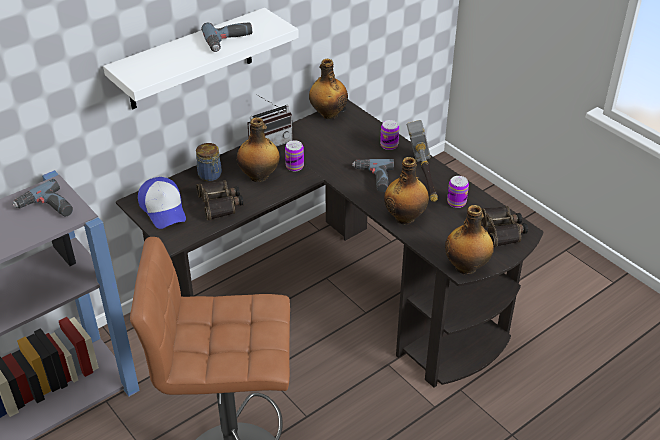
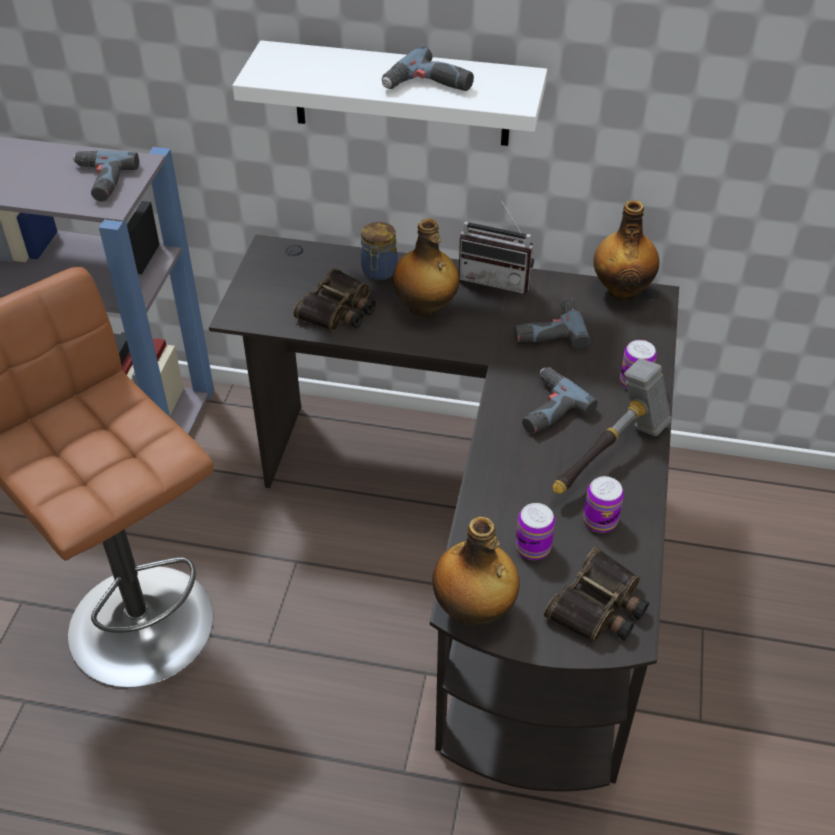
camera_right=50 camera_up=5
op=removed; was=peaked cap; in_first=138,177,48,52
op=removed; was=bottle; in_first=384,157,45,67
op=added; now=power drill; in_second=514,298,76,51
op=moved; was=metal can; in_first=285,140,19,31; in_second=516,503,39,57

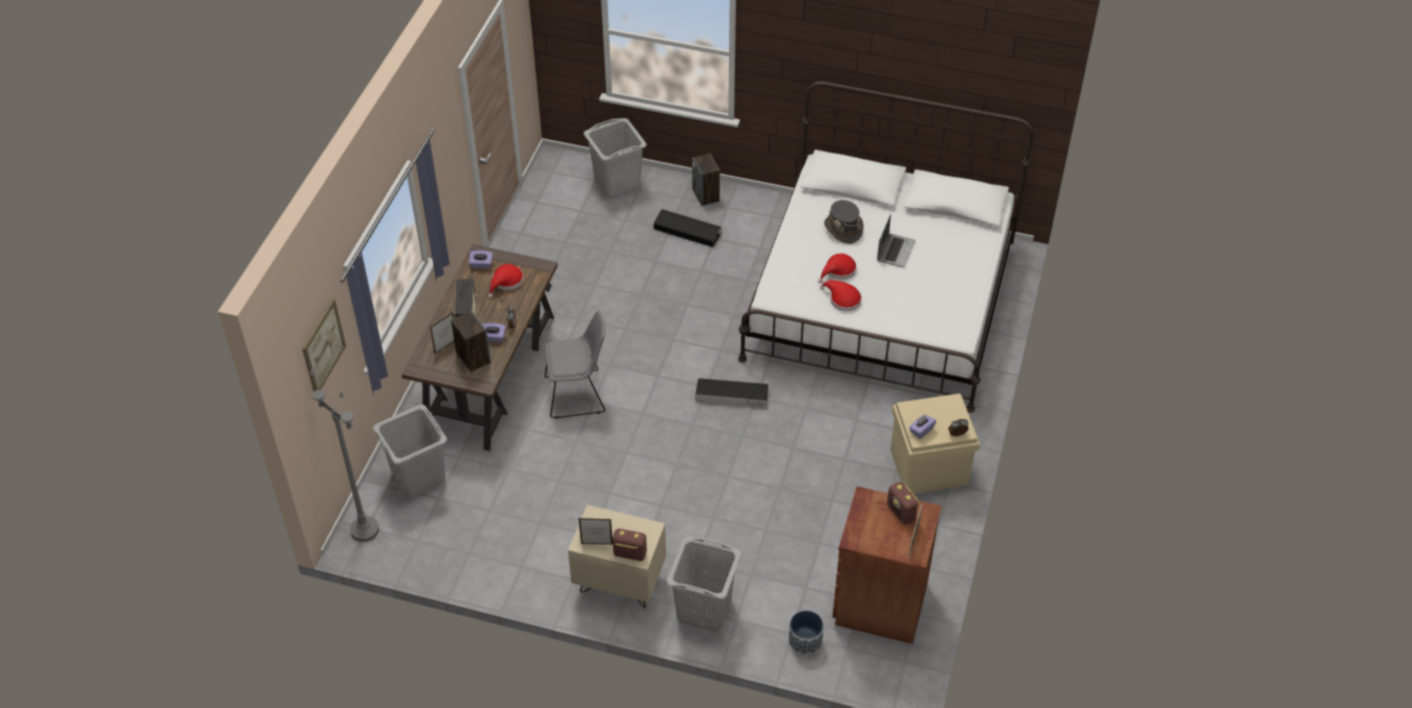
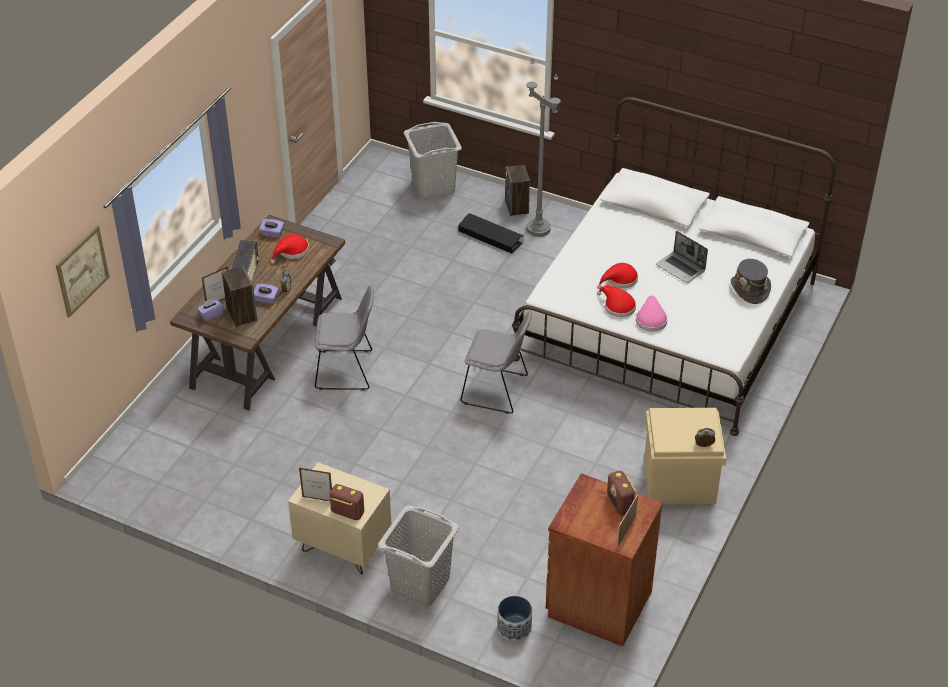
camera_right=10 camera_up=-5
op=removed; was=greyish laundry basket; in_first=373,405,74,93
op=added; now=pink wearable hat; in_second=636,295,31,37
op=moved; was=greyish standing lamp; in_first=310,369,69,173; in_second=526,58,35,179
op=moved; was=greyish wearable hat; in_first=824,200,40,44; in_second=731,259,40,45
op=moved; was=purple tissue box; in_first=909,414,27,25; in_second=197,298,27,23
op=replaced; was=black-coloured storage container; now=greyish chair; in_first=695,378,73,27; in_second=461,310,71,104
op=turned; was=notebook computer; in_first=877,215,38,52; in_second=656,231,52,52; clockwise=105

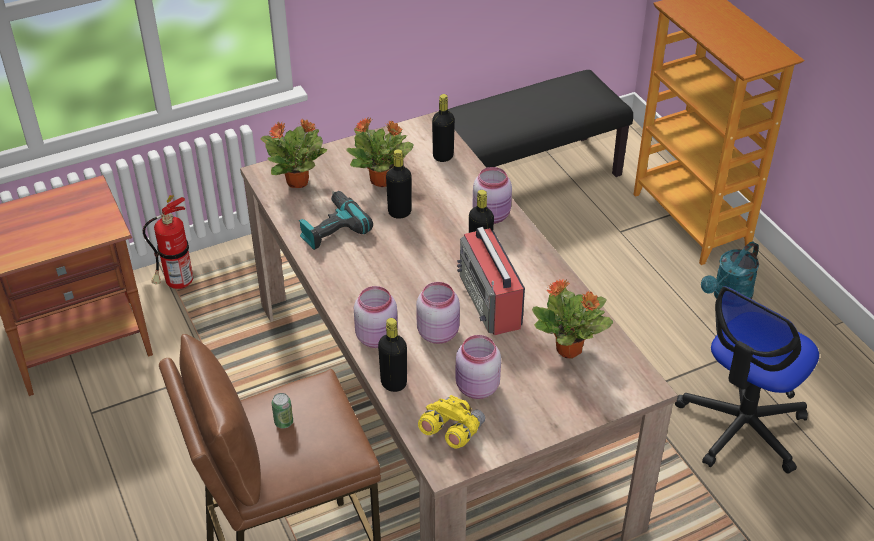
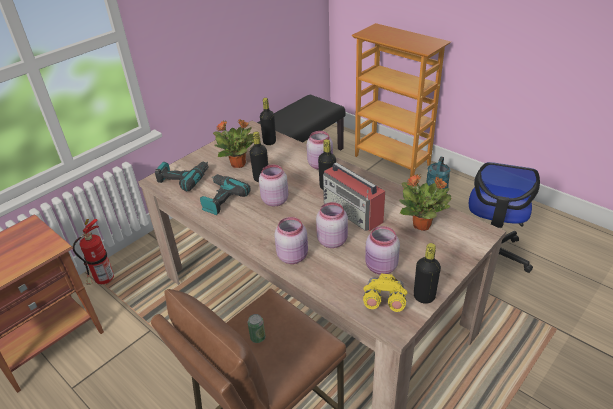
camera_right=-20 camera_up=-5
op=added; now=pink storage jar; in_second=259,165,29,41
op=moved; was=black-coloured bottle; in_first=378,318,29,74; in_second=414,243,27,61
op=replaced; was=plant in a pot; now=power drill; in_first=261,119,66,69; in_second=155,162,53,29

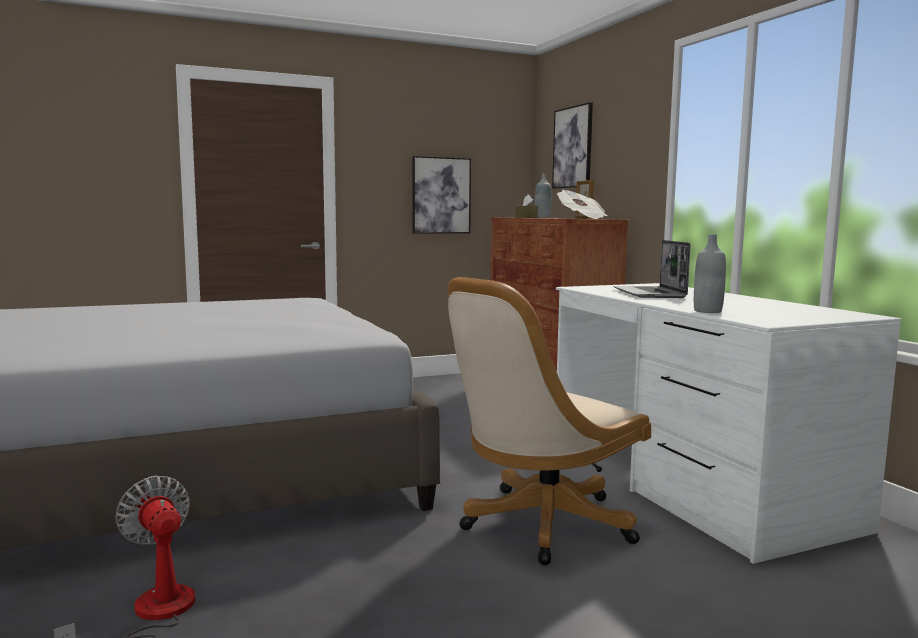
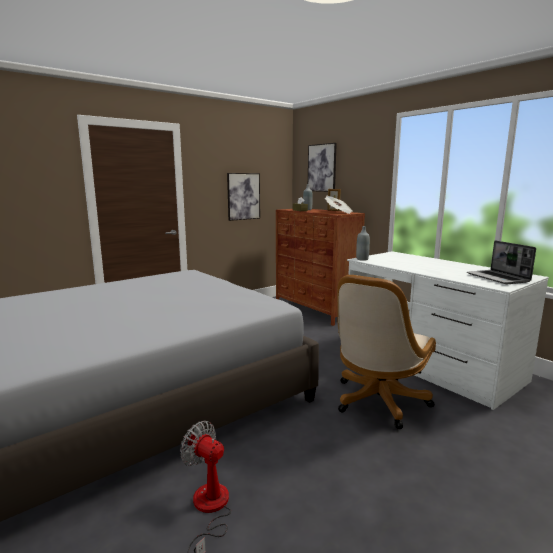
camera_right=-15 camera_up=5
op=moved; was=notebook computer; in_first=614,240,76,58; in_second=467,240,69,44
op=moved; was=greyish bottle; in_first=694,234,32,79; in_second=356,226,14,35

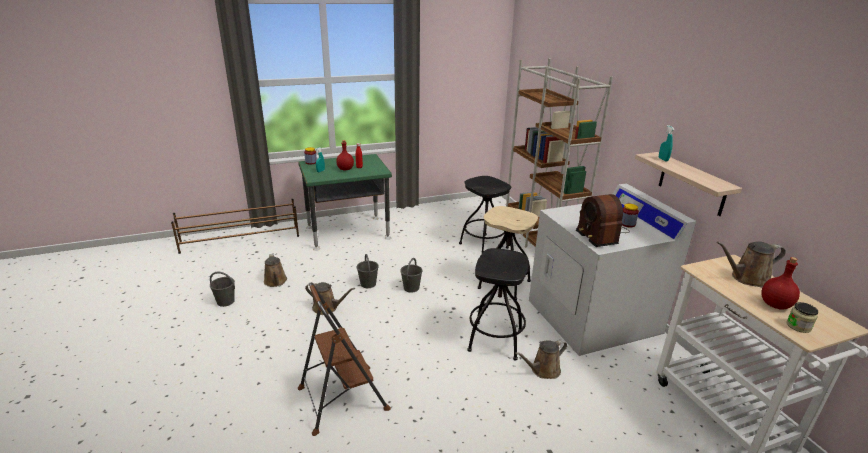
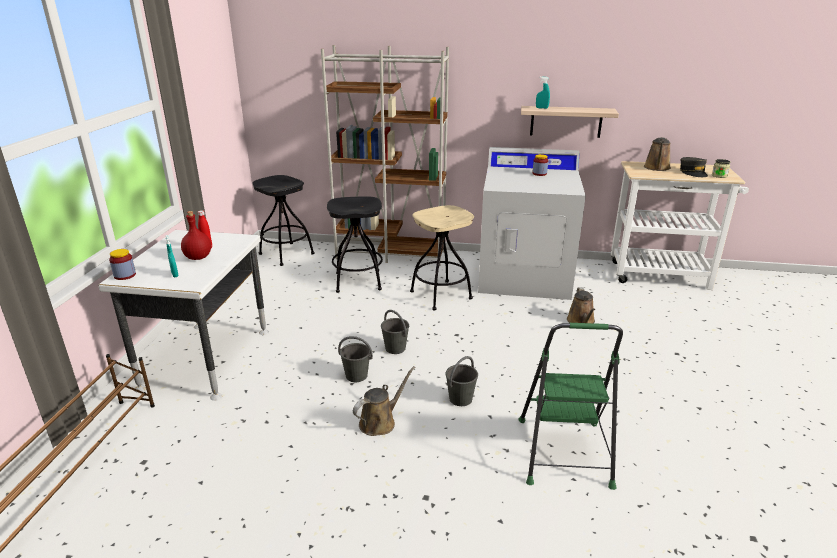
camera_right=-60 camera_up=0
op=removed; was=brown watering can; in_first=264,254,23,33
op=removed; was=radio; in_first=576,194,54,53
op=moved; was=greyish bucket; in_first=210,272,25,35; in_second=446,356,32,50
op=moved; was=black-coloured stool seat; in_first=467,248,62,113; in_second=252,175,63,91
op=replaced; was=red bottle; now=greyish peaked cap; in_first=761,257,39,53; in_second=680,157,28,20
op=recoloured; was=green desk table; now=whitish desk table; in_first=298,154,94,97; in_second=98,230,171,171
op=recoloured; was=brown stepladder; now=green stepladder; in_first=298,283,93,153; in_second=518,323,105,167

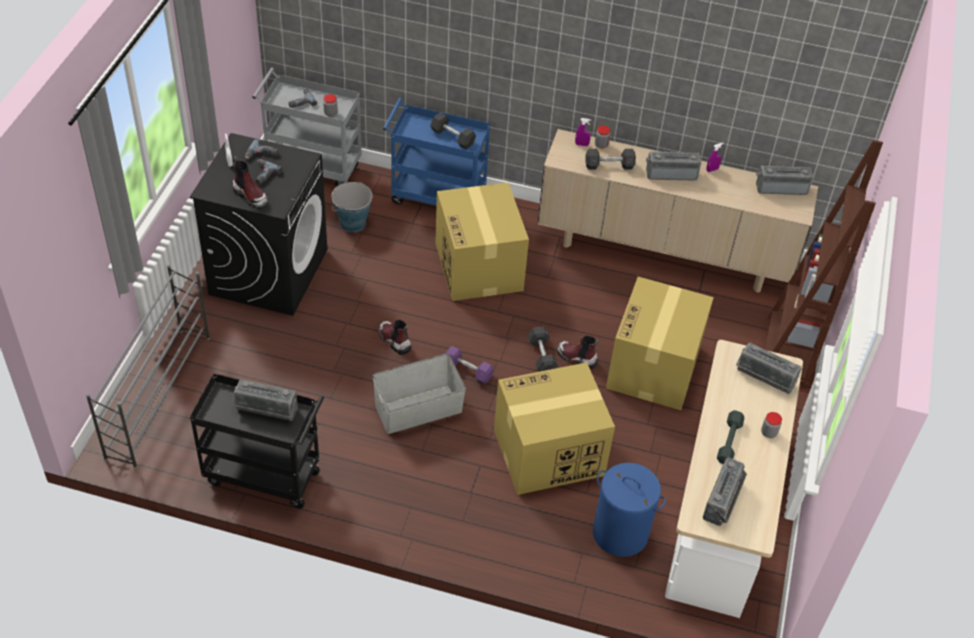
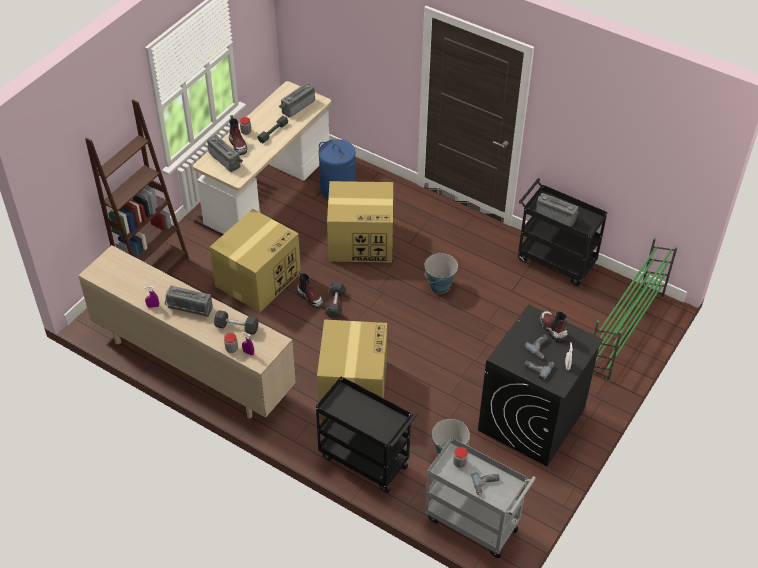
camera_right=-160 camera_up=0
op=removed; was=greyish hand weight; in_first=430,112,46,37
op=removed; was=purple hand weight; in_first=445,346,49,38
op=removed; was=radio; in_first=756,165,57,30
op=moved; was=high-top boot; in_first=378,319,33,36; in_second=229,115,18,40
op=replaced; was=greyish storage container; now=bucket; in_first=373,353,93,81; in_second=424,252,34,42
op=recoloured; was=greyish shoe rack; now=green shoe rack; in_first=86,264,124,205; in_second=593,237,84,145
op=recoloured; was=blue-coloured cart; now=black-coloured cart; in_first=383,98,107,108; in_second=316,377,103,116

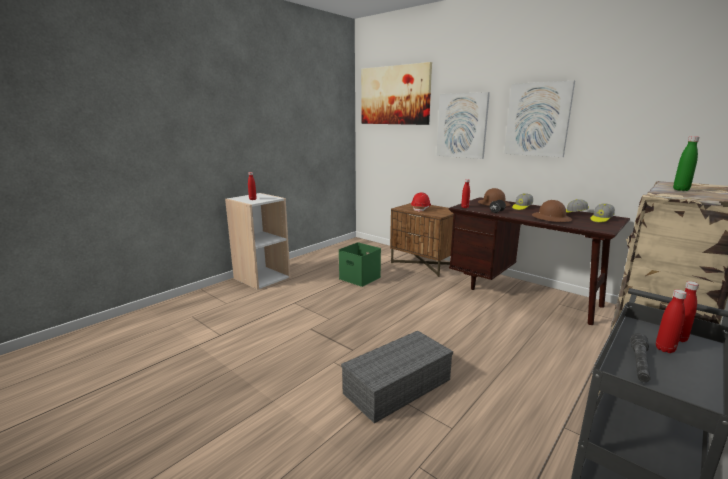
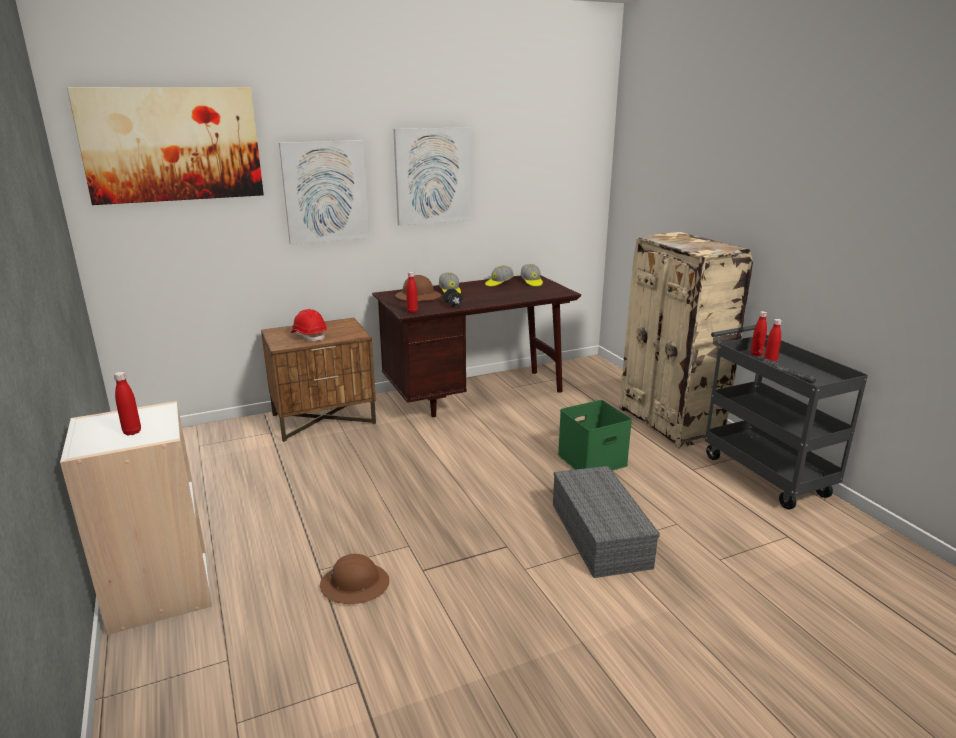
camera_right=-65 camera_up=5
op=removed; was=green bottle; in_first=673,136,26,55
op=moved; was=green storage container; in_first=339,242,42,45; in_second=558,400,74,71
op=moved; was=brown hard hat; in_first=532,200,40,22; in_second=320,554,69,50

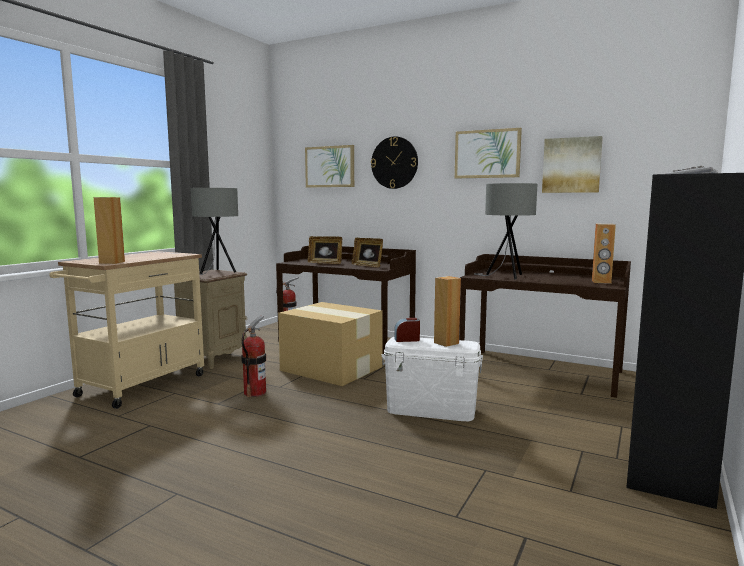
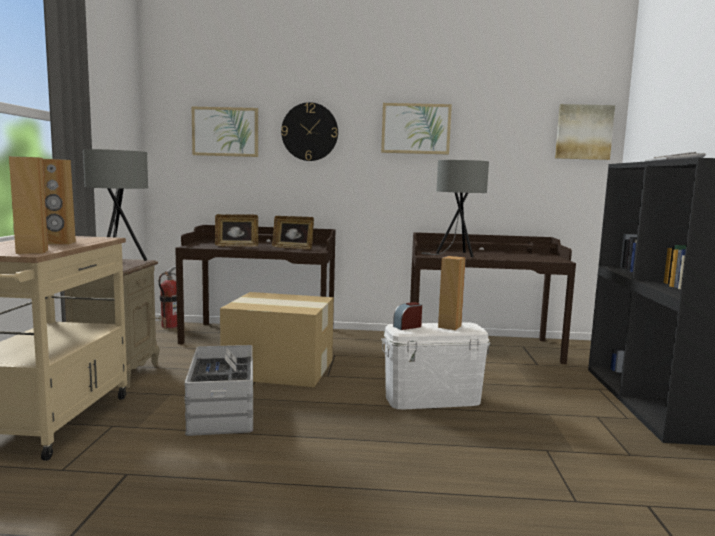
camera_right=-25 camera_up=0
op=moved; was=wall picture; in_first=542,136,61,57; in_second=555,104,60,56
op=moved; was=brown speaker; in_first=592,224,24,60; in_second=43,159,33,86
op=replaced; was=extinguisher; now=greyish storage container; in_first=241,316,25,81; in_second=185,345,68,91

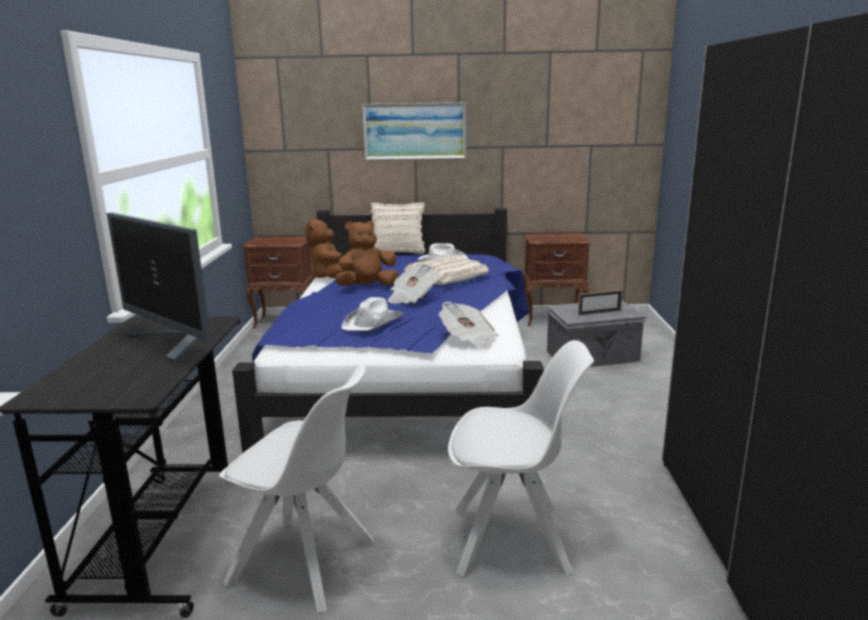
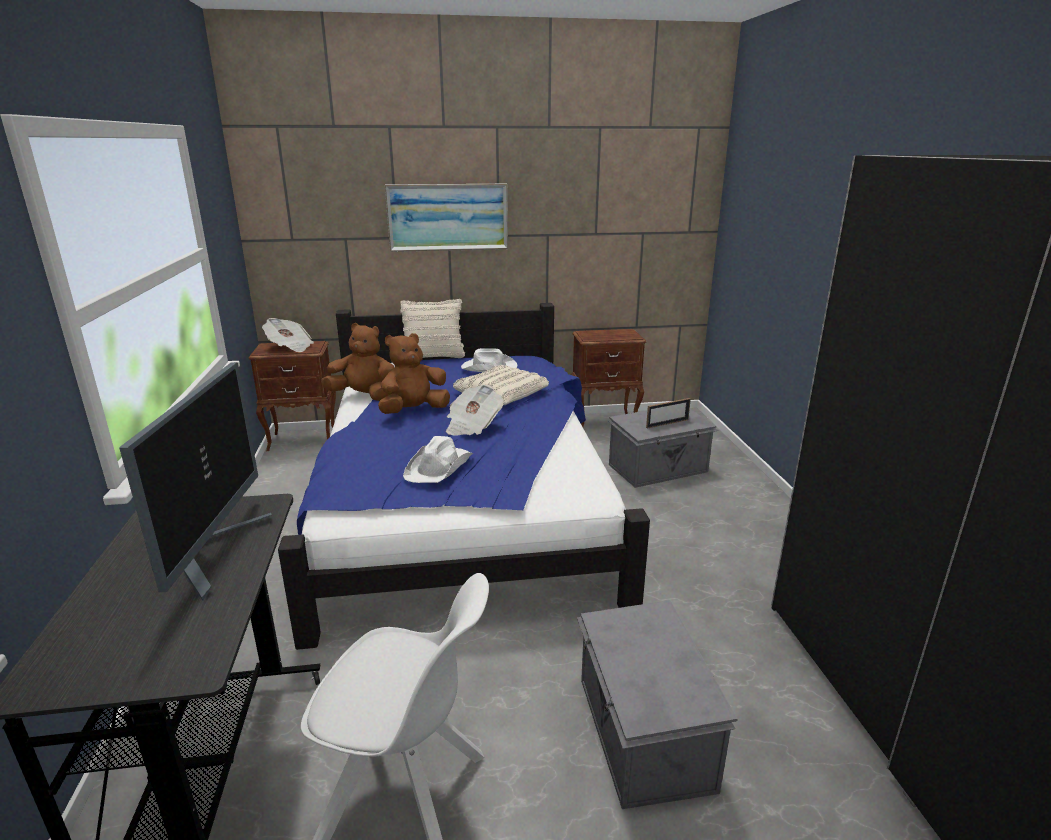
camera_right=-10 camera_up=5
op=moved; was=daily paper; in_first=439,302,60,48; in_second=262,318,52,34
op=replaced; was=whitish chair; now=greyish storage container; in_first=448,340,146,237; in_second=577,600,160,209
op=turned; was=computer display; in_first=107,212,104,150; in_second=120,362,152,239; clockwise=-120
op=turned; was=brown plush toy; in_first=305,218,42,61; in_second=321,323,73,78; clockwise=120

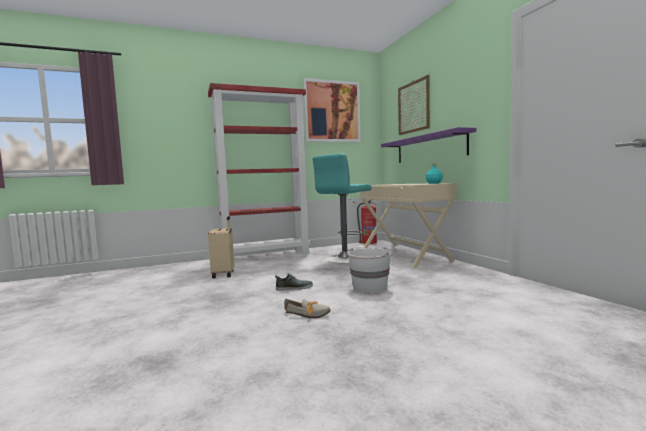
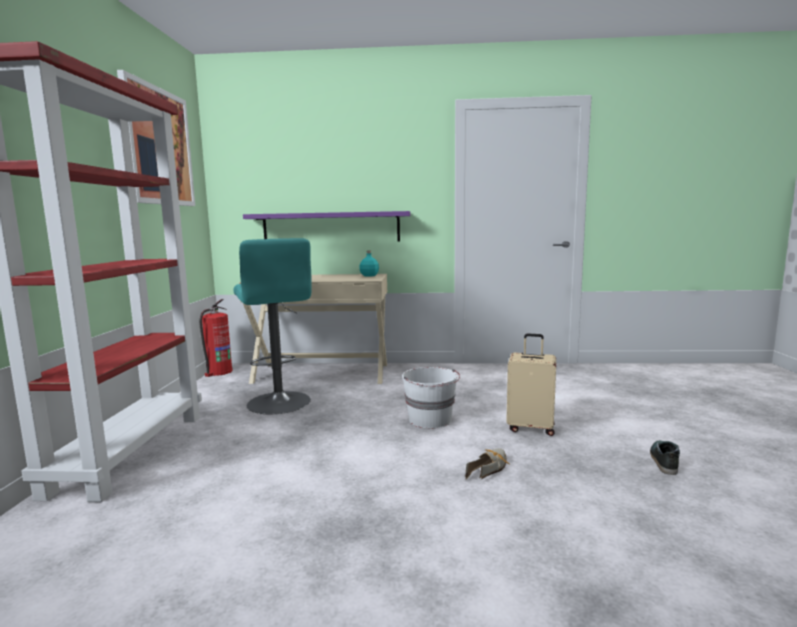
camera_right=-65 camera_up=5
op=removed; was=wall picture; in_first=398,75,32,60
op=moved; was=beige suitcase; in_first=208,216,26,62; in_second=506,333,50,103
op=moved; was=low shoe; in_first=275,274,38,17; in_second=650,441,30,34

